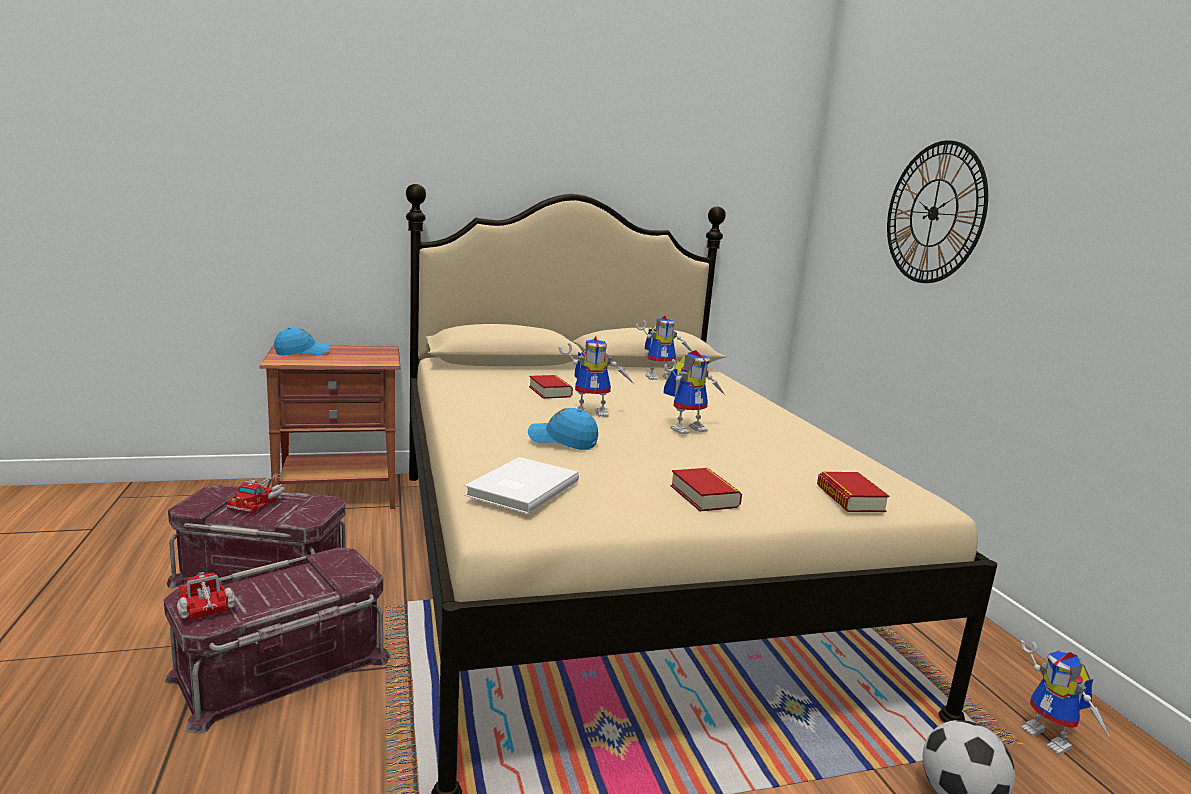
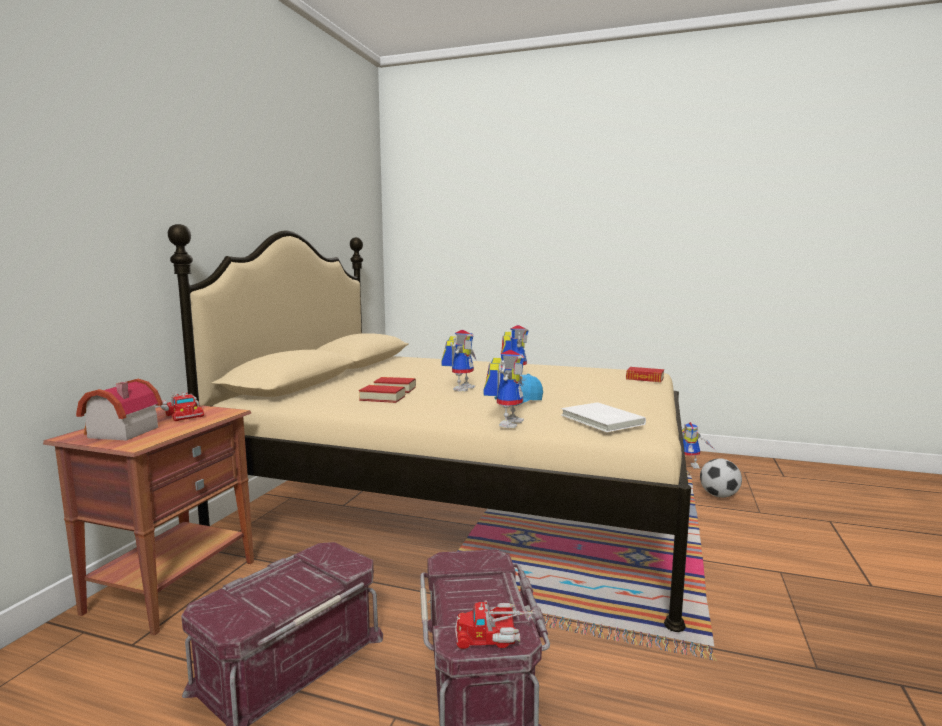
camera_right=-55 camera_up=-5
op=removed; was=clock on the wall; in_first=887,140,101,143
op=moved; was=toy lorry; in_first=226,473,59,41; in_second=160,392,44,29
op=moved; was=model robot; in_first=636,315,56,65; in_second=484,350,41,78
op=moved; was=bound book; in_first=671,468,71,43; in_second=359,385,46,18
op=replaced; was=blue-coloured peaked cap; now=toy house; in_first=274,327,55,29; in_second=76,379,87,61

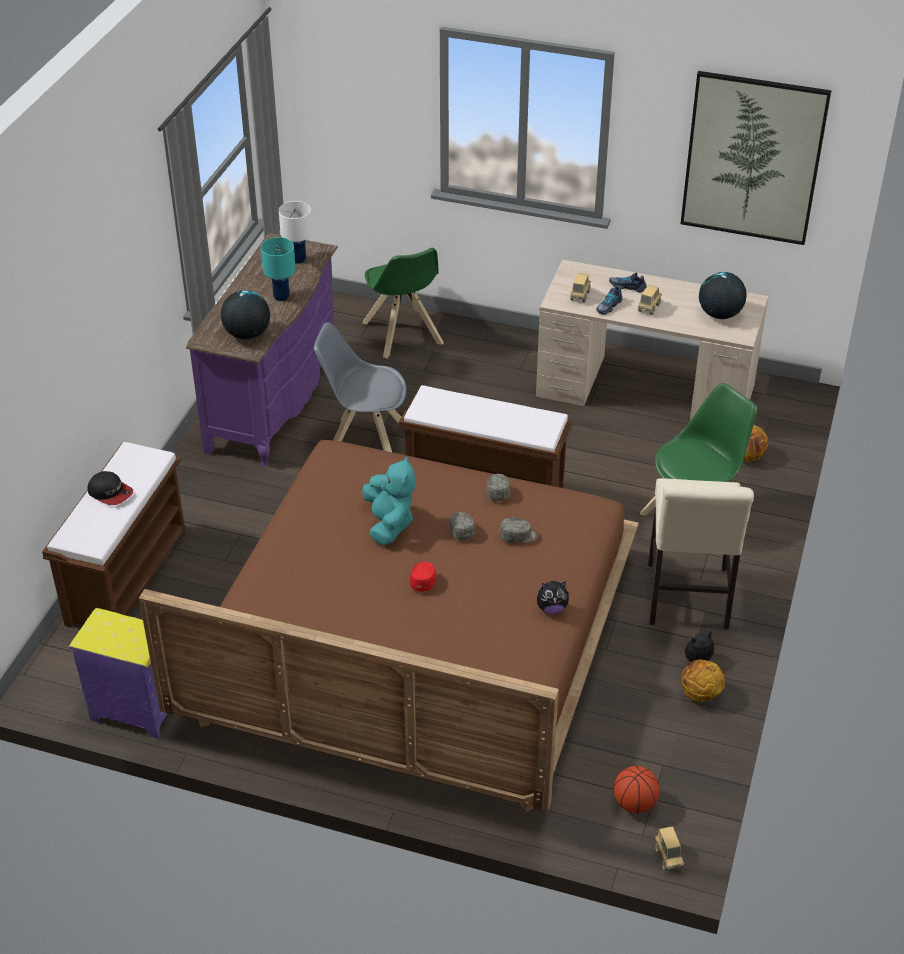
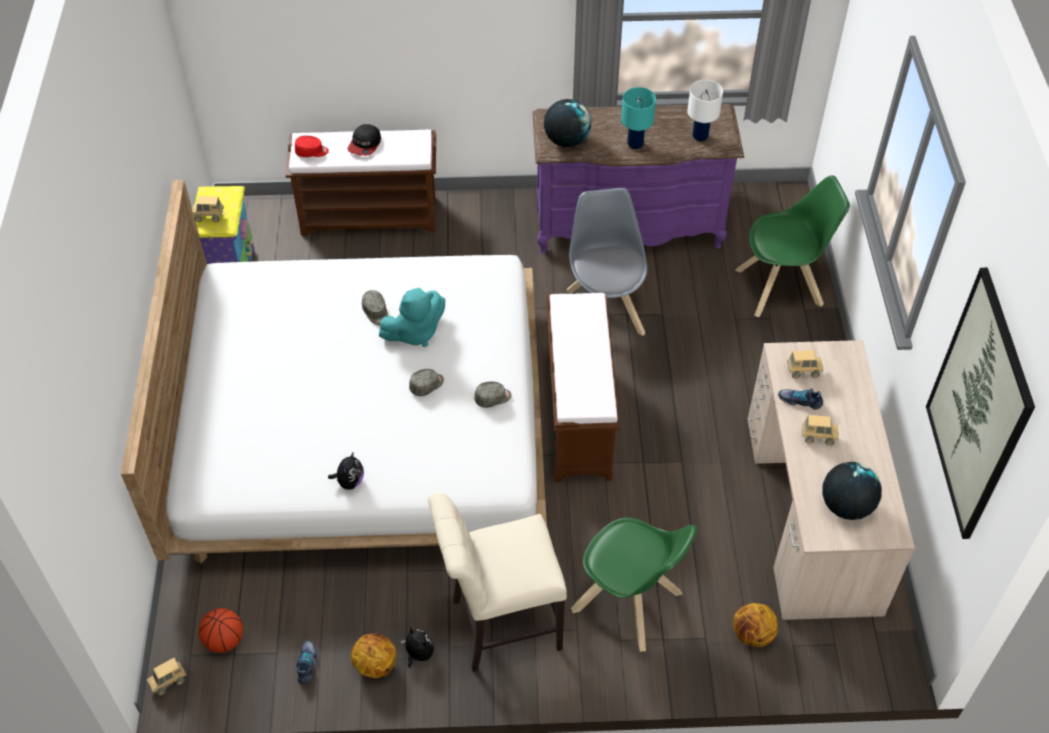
camera_right=70 camera_up=10
op=added; now=toy lorry; in_second=192,196,32,27
op=moved; was=red peaked cap; in_first=410,562,26,30; in_second=295,136,34,21
op=moved; was=greyish peaked cap; in_first=499,518,39,25; in_second=362,290,26,35
op=moved; was=low shoe; in_first=609,273,38,20; in_second=297,641,21,43
op=recoloured; was=brown bedroom bed; now=whitish bedroom bed; in_first=139,440,500,372; in_second=121,180,426,384
op=turned; was=green chair; in_first=362,248,82,110; in_second=735,175,115,142; clockwise=-150
op=turned; was=plush toy; in_first=537,581,33,33; in_second=328,451,36,39; clockwise=-135

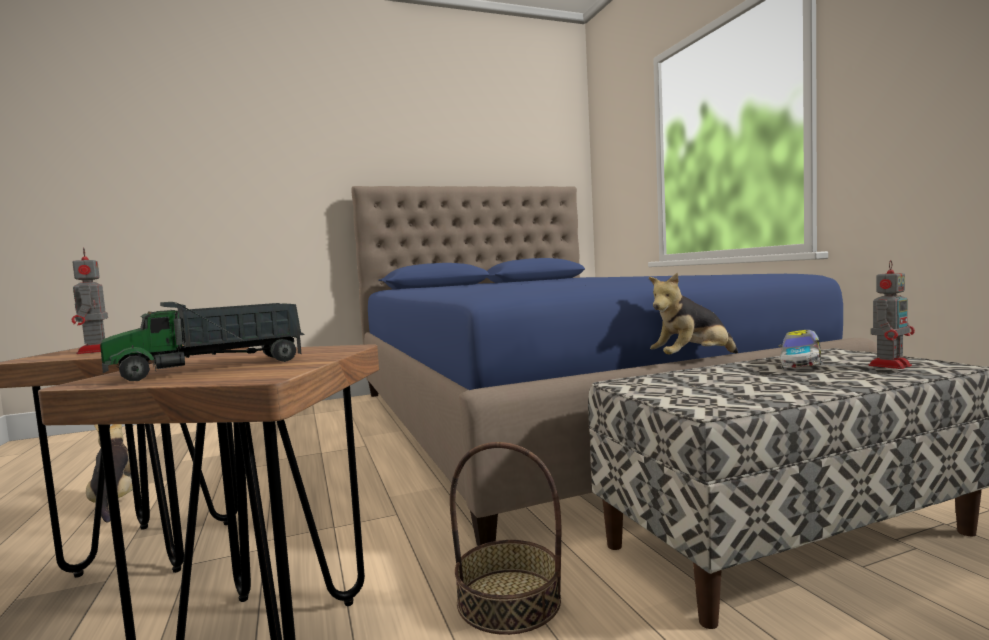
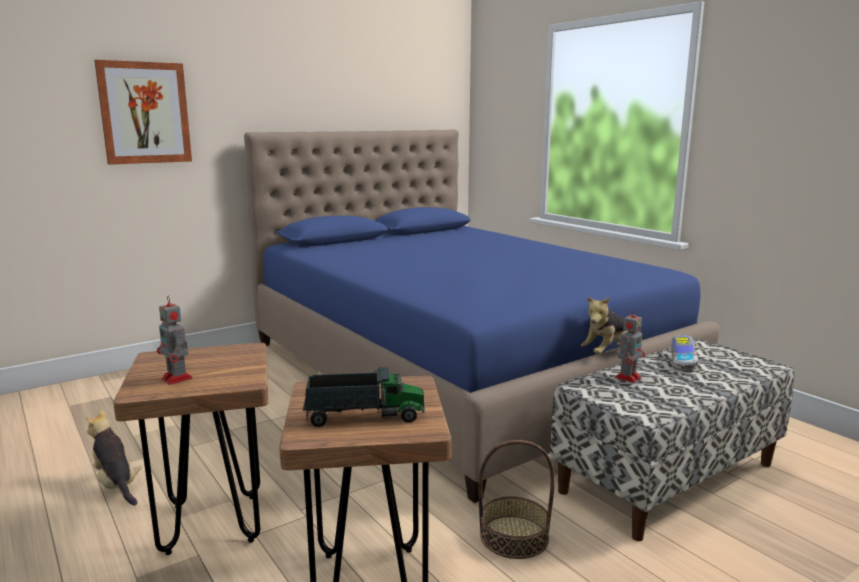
camera_right=-15 camera_up=10
op=added; now=wall picture; in_second=94,60,98,105
op=moved; was=model robot; in_first=868,260,47,109; in_second=615,309,30,74
op=turned; was=toy lorry; in_first=100,302,205,79; in_second=302,367,123,60; clockwise=-135

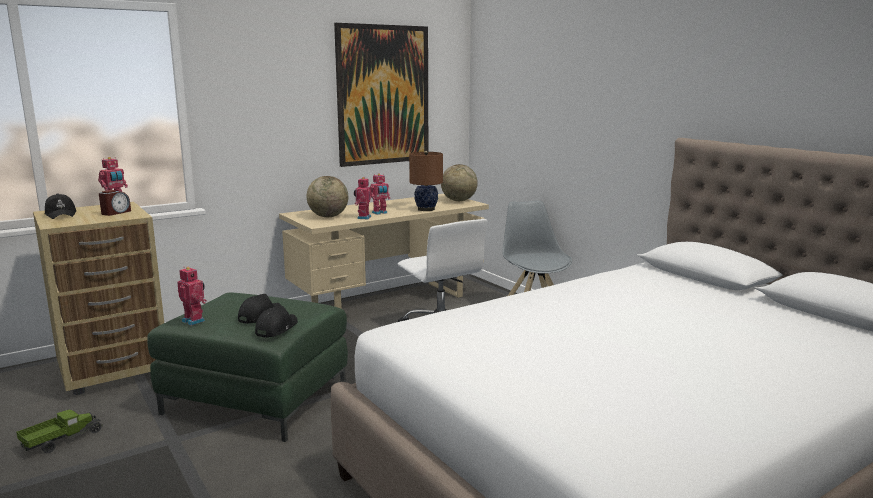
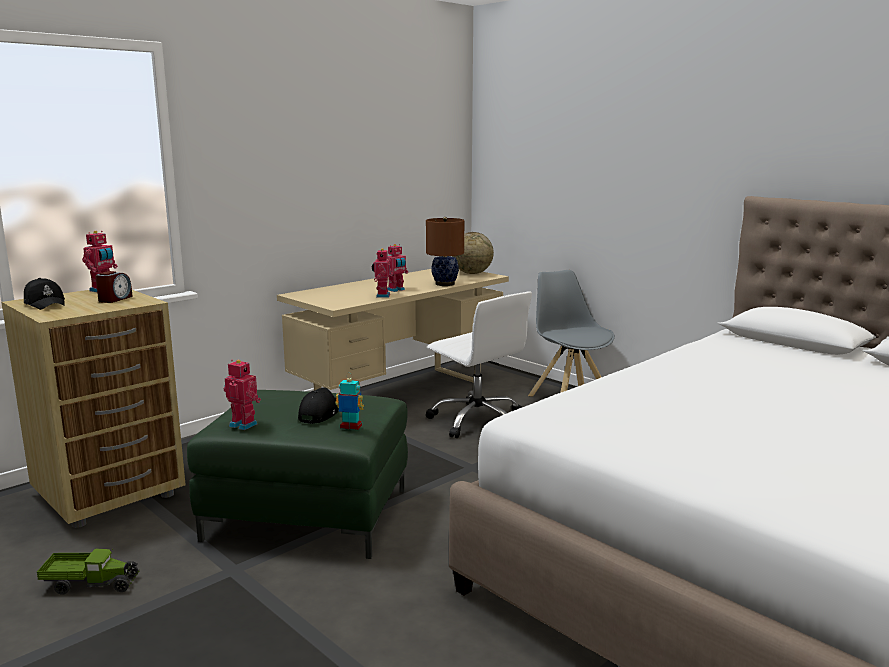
camera_right=-10 camera_up=0
op=removed; was=globe; in_first=307,176,41,41
op=removed; was=wall picture; in_first=334,23,94,144
op=replaced; was=black-coloured peaked cap; now=model robot; in_first=255,305,43,33; in_second=335,374,29,56
op=turned; was=toy lorry; in_first=16,410,86,43; in_second=37,548,102,47; clockwise=60

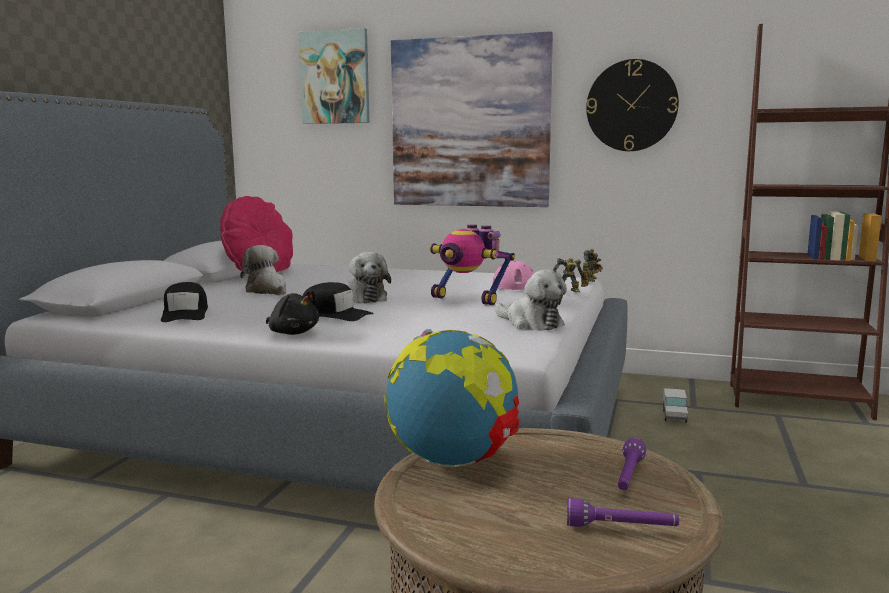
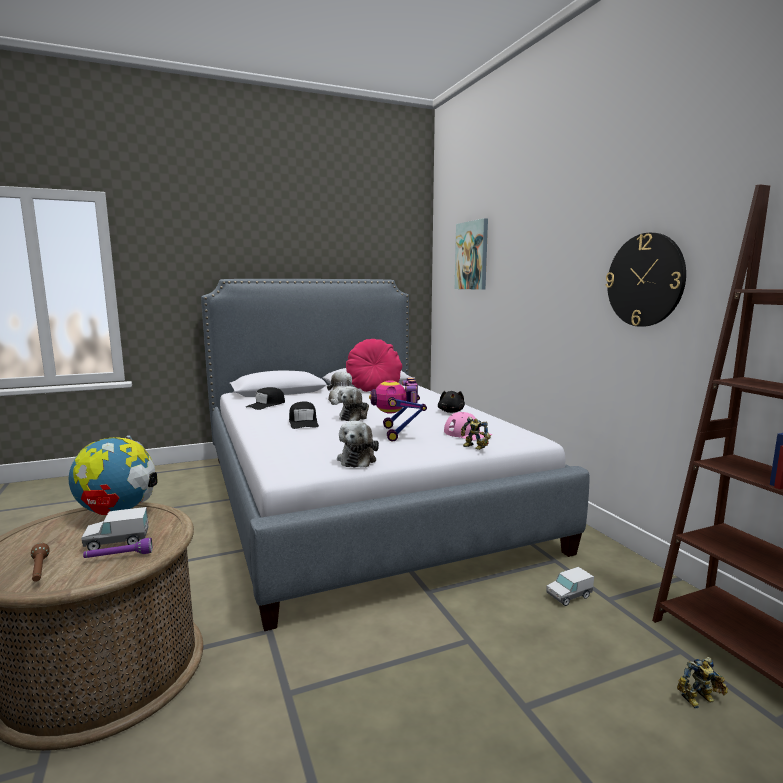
camera_right=50 camera_up=0
op=removed; was=wall picture; in_first=391,31,162,176
op=added; now=toy lorry; in_second=81,507,68,43
op=moved; was=black-coloured plush toy; in_first=266,291,53,44; in_second=438,391,27,22
op=moved; was=model robot; in_first=583,249,20,33; in_second=677,657,51,51
op=recoloured; was=purple torch; now=brown torch; in_first=567,498,112,29; in_second=31,543,18,39

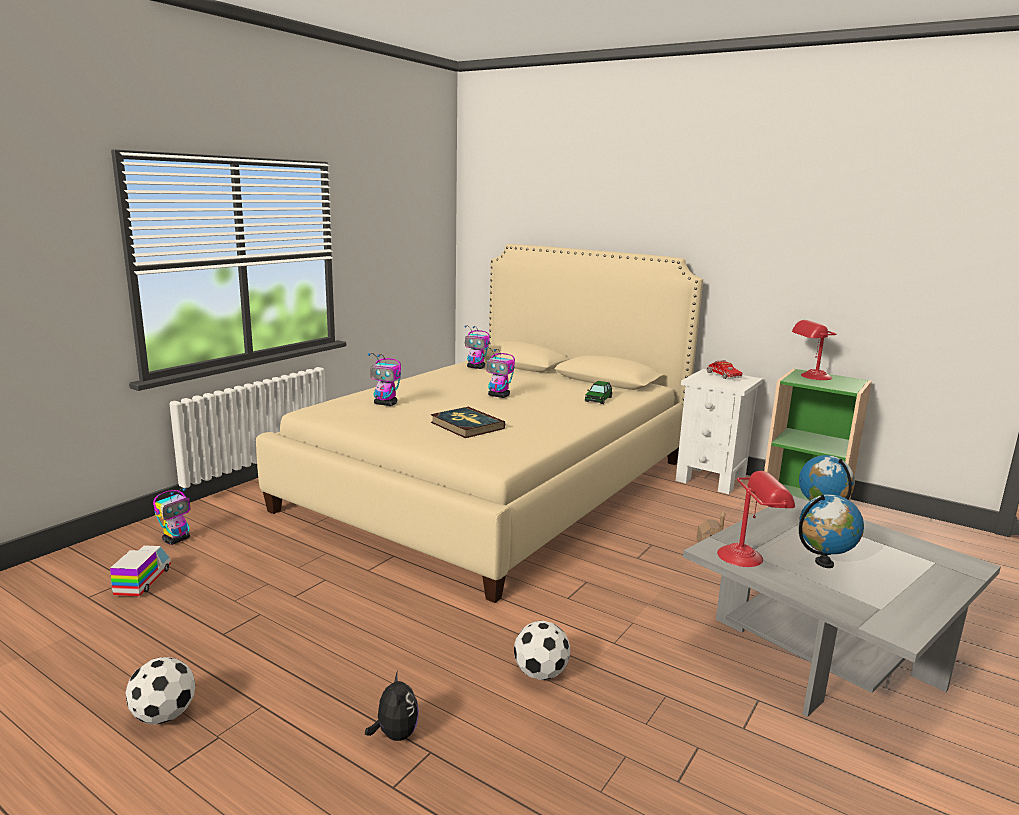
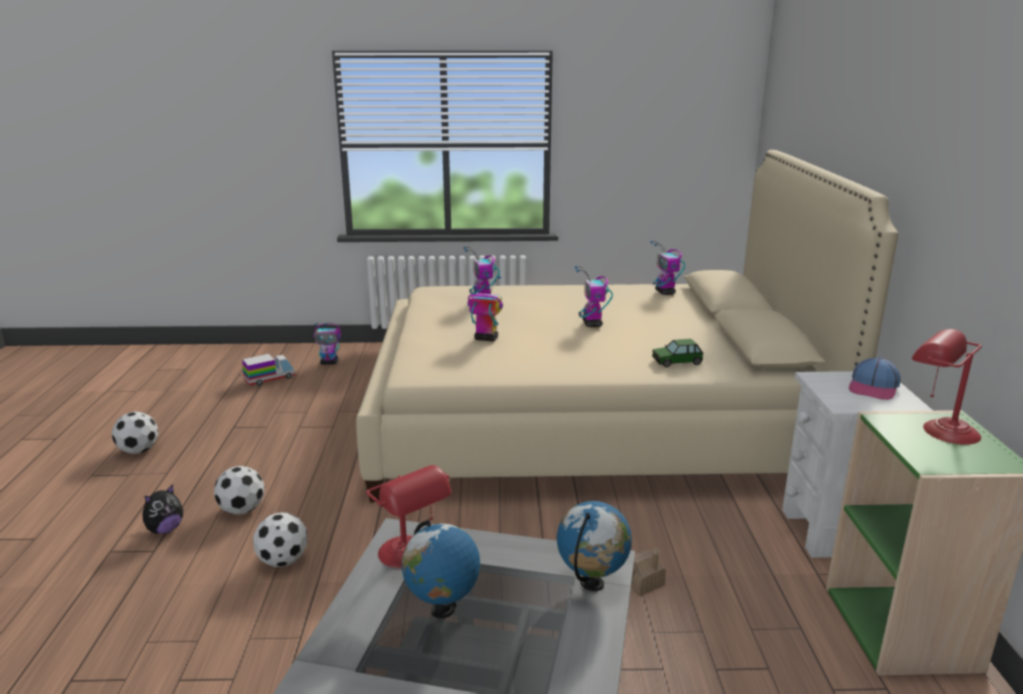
camera_right=55 camera_up=5
op=added; now=football ball; in_second=214,466,51,49
op=replaced; was=bound book; now=model robot; in_first=431,407,74,31; in_second=468,275,35,66
op=replaced; was=toy lorry; now=peaked cap; in_first=706,360,36,19; in_second=849,357,52,43

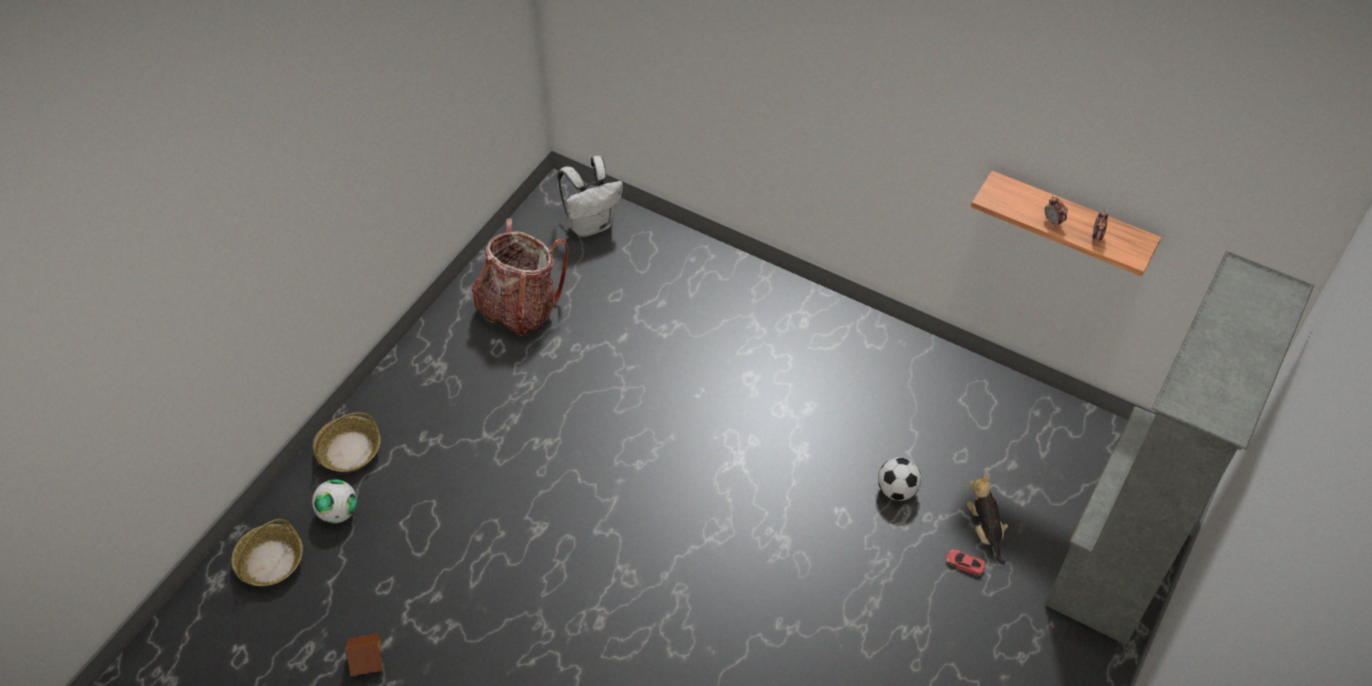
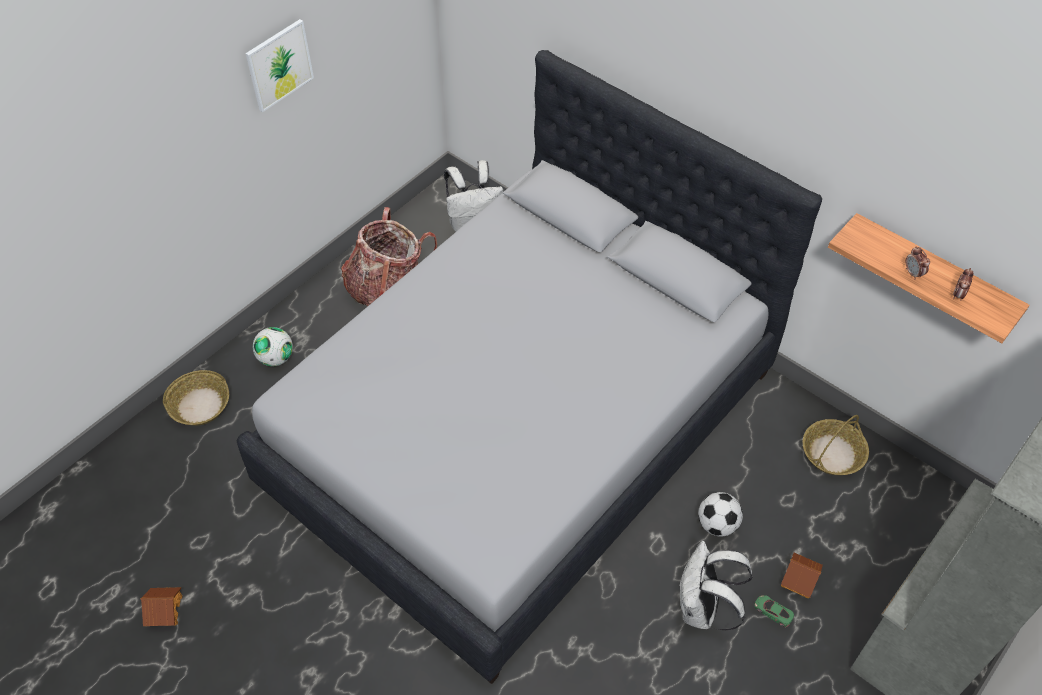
camera_right=10 camera_up=0
op=added; now=greyish bedroom bed; in_second=237,50,585,634
op=added; now=wall picture; in_second=245,19,69,93
op=added; now=whitish rucksack; in_second=679,541,73,89
op=moved; was=household basket; in_first=231,519,72,67; in_second=803,415,66,60
op=moved; was=football ball; in_first=312,480,45,43; in_second=253,327,40,39
op=replaced; was=plush toy; now=toy house; in_first=967,473,41,92; in_second=781,553,42,46
op=recoloured; was=red miniature car; now=green miniature car; in_first=946,550,39,26; in_second=754,595,40,32

